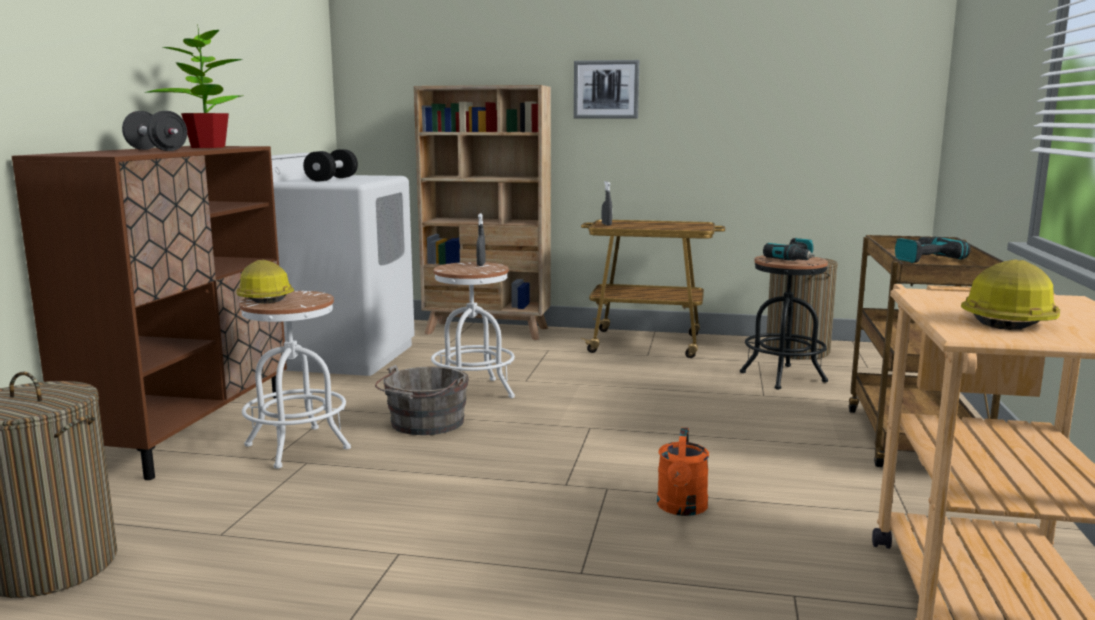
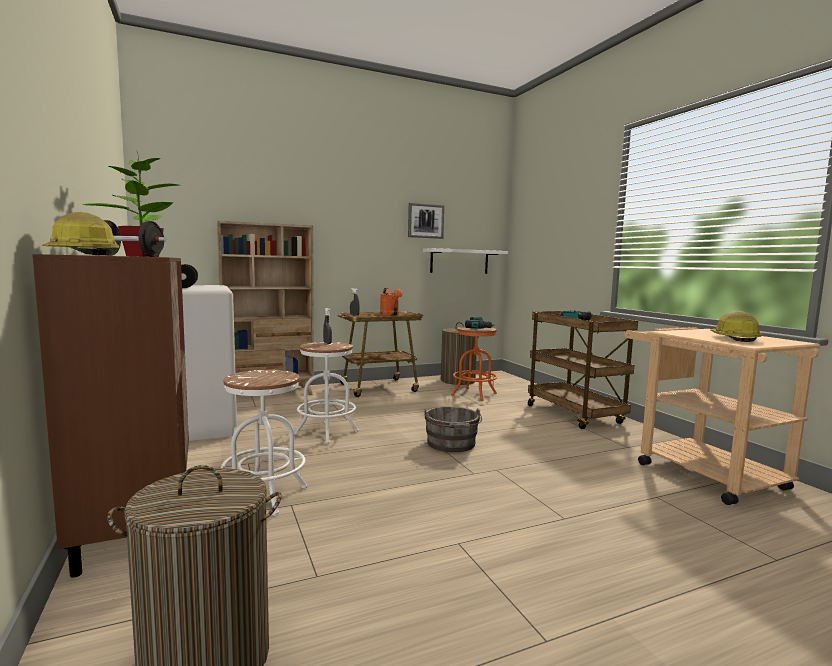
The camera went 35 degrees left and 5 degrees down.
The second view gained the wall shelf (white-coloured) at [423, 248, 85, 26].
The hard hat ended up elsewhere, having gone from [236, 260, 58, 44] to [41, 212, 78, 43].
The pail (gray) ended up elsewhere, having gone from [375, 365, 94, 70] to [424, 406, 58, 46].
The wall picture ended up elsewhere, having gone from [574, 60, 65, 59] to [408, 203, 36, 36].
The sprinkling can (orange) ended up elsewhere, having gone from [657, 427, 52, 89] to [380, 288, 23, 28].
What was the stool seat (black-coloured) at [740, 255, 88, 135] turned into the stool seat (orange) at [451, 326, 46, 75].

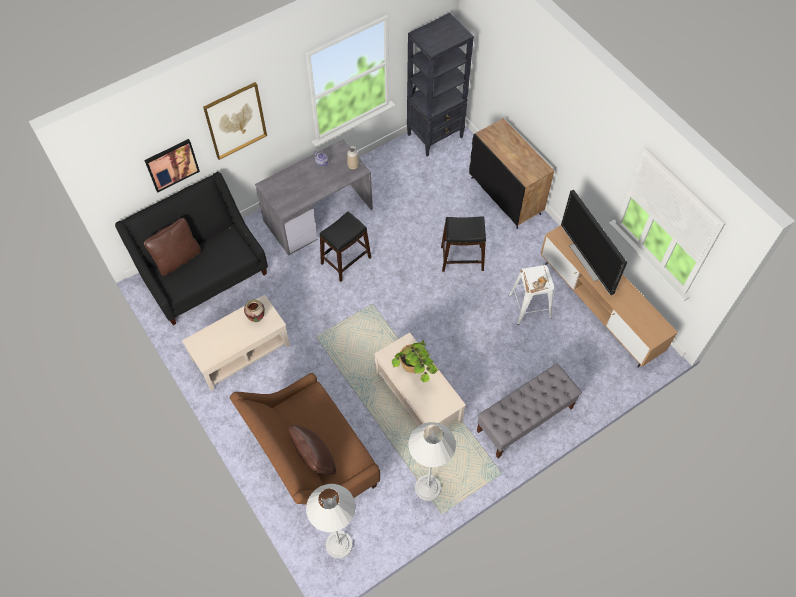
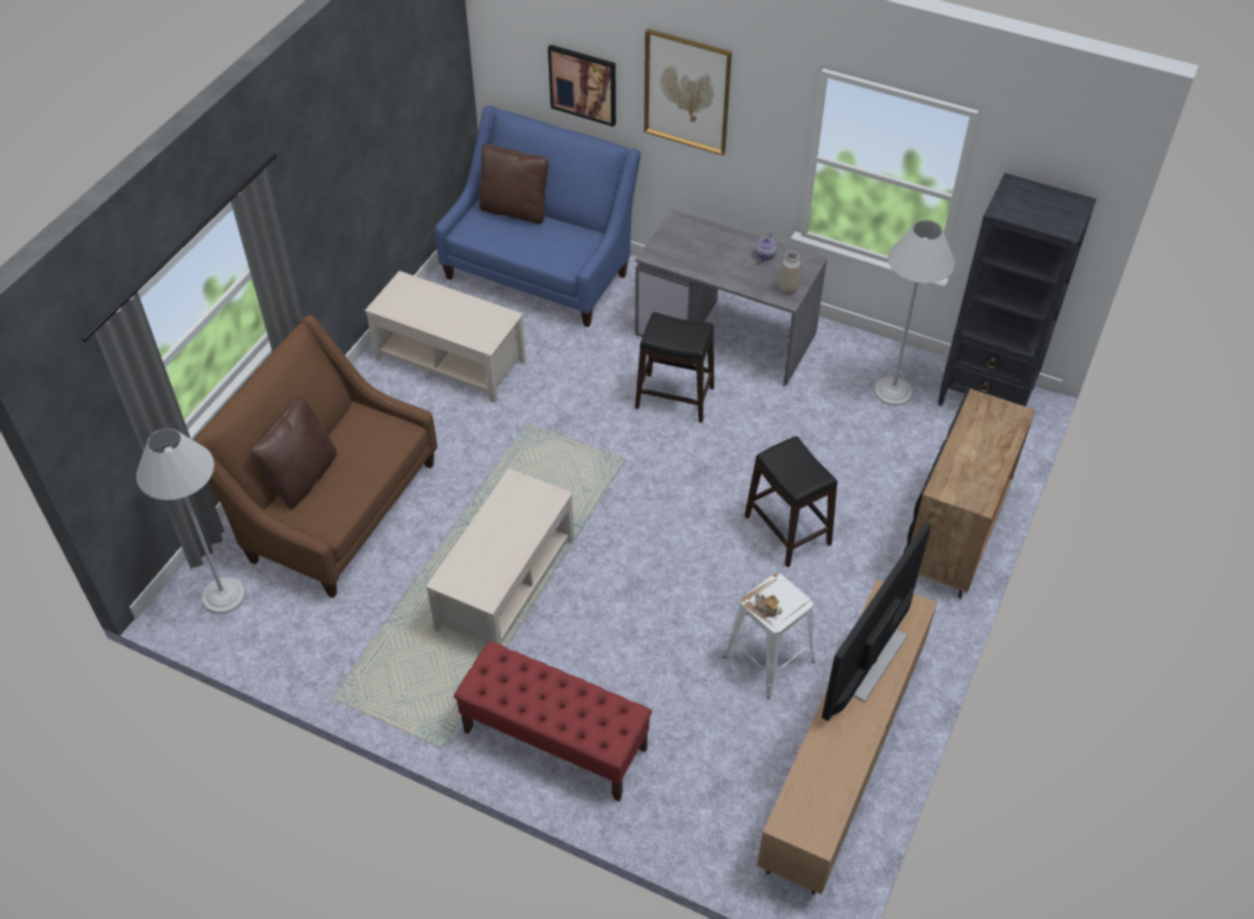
The camera went 60 degrees right and 10 degrees down.
The second view lost the decorative vase at [244, 300, 21, 22].
The second view lost the plant in a pot at [392, 340, 46, 43].
The standard lamp (white-coloured) ended up elsewhere, having gone from [408, 422, 48, 79] to [874, 220, 81, 186].
What was the sofa (black-coloured) at [115, 172, 153, 153] turned into the sofa (blue) at [435, 106, 206, 221].
What was the bench (gray) at [477, 364, 105, 94] turned into the bench (red-coloured) at [454, 641, 198, 161].

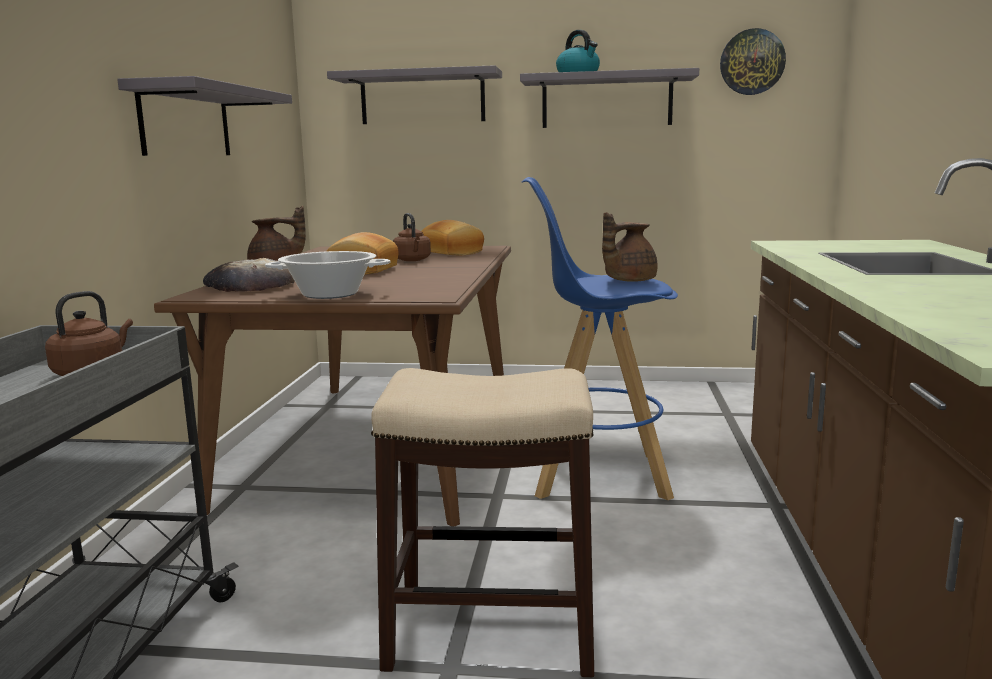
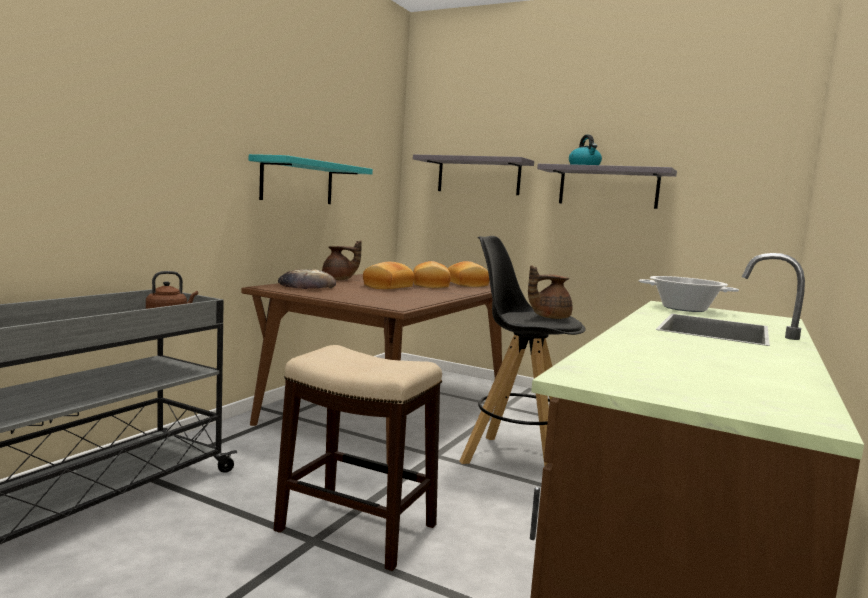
The camera went 20 degrees right and 5 degrees down.
The second view lost the hanging clock at [720, 28, 66, 67].
The stockpot ended up elsewhere, having gone from [265, 251, 125, 48] to [638, 276, 101, 36].
Where the water kettle (brown-coloured) stood at [393, 213, 38, 48], the bakery bread came to stand at [413, 261, 38, 27].
What was the wall shelf (gray) at [117, 76, 175, 80] turned into the wall shelf (turquoise) at [249, 154, 124, 50].
What was the stool seat (blue) at [522, 177, 156, 323] turned into the stool seat (black-coloured) at [459, 236, 127, 230].

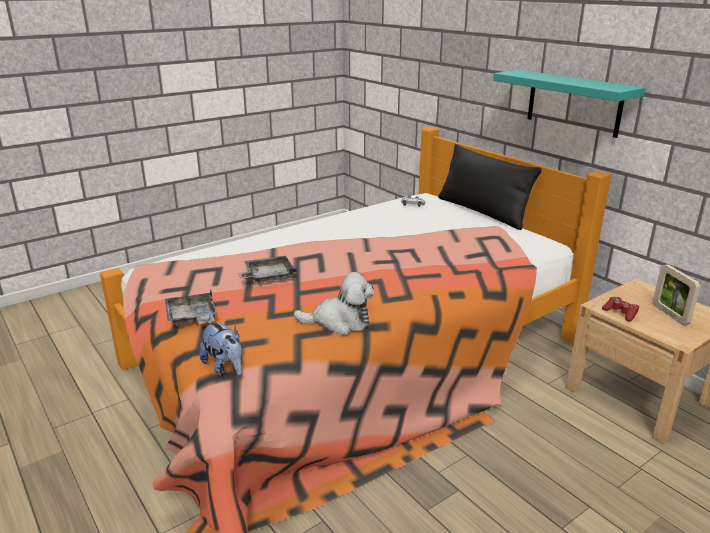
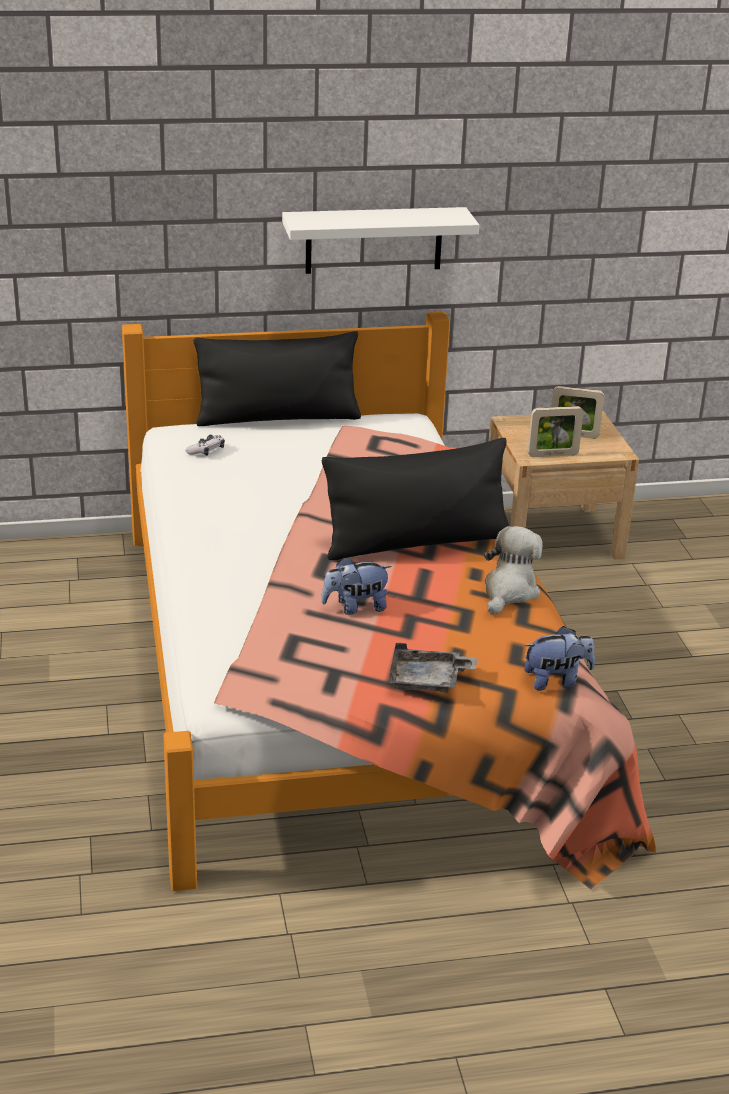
The camera went 65 degrees left and 5 degrees up.
The second view gained the throw pillow (black-coloured) at [322, 438, 187, 122].
Where the carrying tray (gray) stood at [238, 256, 59, 27], the plush toy came to stand at [321, 556, 71, 59].
Where the joypad (red-coloured) stood at [602, 297, 37, 24], the standing frame came to stand at [528, 406, 55, 51].
What was the wall shelf (turquoise) at [493, 70, 153, 68] turned into the wall shelf (white-coloured) at [282, 207, 197, 67].

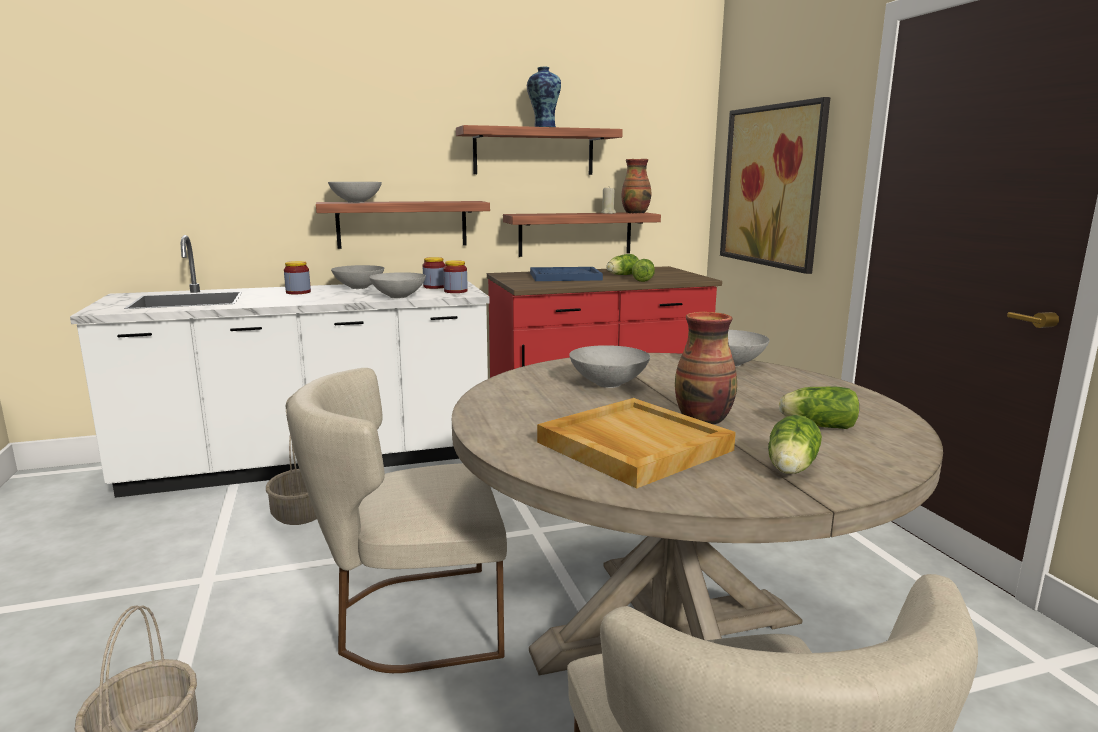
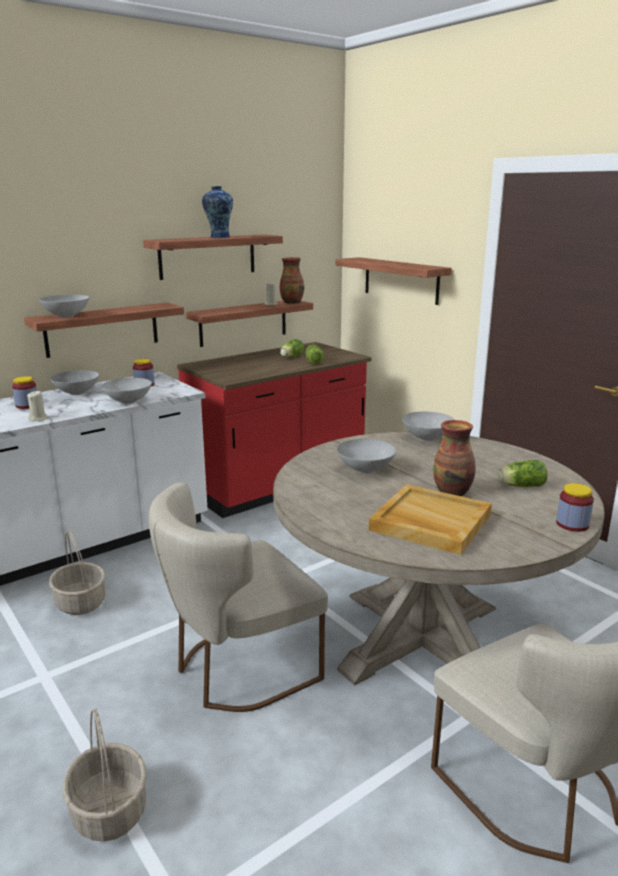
The camera went 20 degrees left and 5 degrees up.
The second view lost the carrying tray (blue) at [530, 267, 73, 14].
The second view lost the lettuce head at [768, 415, 54, 59].
The second view gained the wax light (sand-coloured) at [27, 390, 21, 31].
The jar ended up elsewhere, having gone from [443, 260, 25, 33] to [556, 483, 38, 49].
Where the wall picture hung at [720, 97, 110, 177], the wall shelf came to hang at [336, 257, 116, 48].

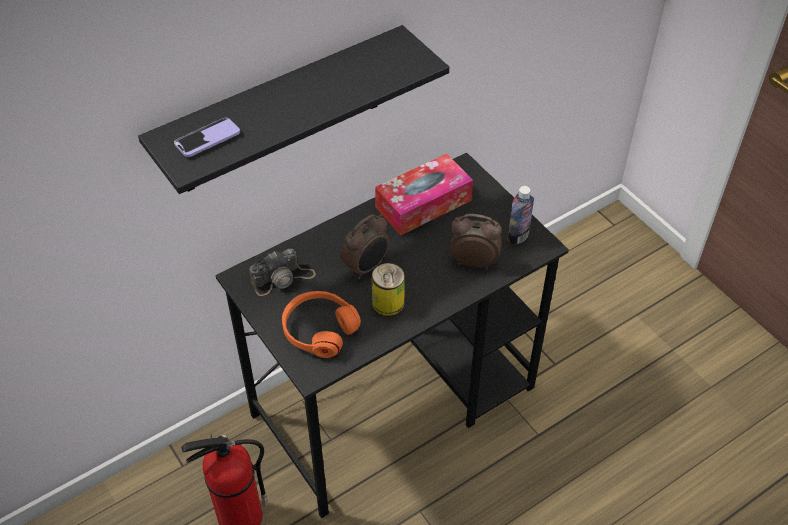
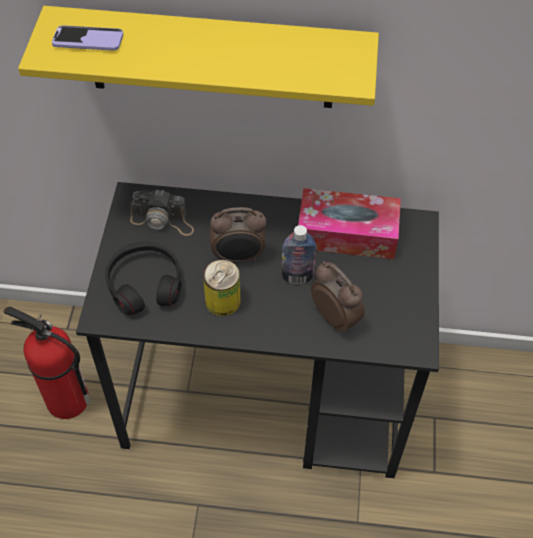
The camera went 40 degrees right and 5 degrees up.
The beverage bottle ended up elsewhere, having gone from [507, 186, 27, 59] to [281, 225, 36, 59].
What was the wall shelf (black-coloured) at [138, 25, 311, 169] turned into the wall shelf (yellowish) at [18, 6, 361, 102].
What was the pair of headphones (orange) at [282, 291, 79, 67] turned into the pair of headphones (black-coloured) at [106, 242, 75, 73].

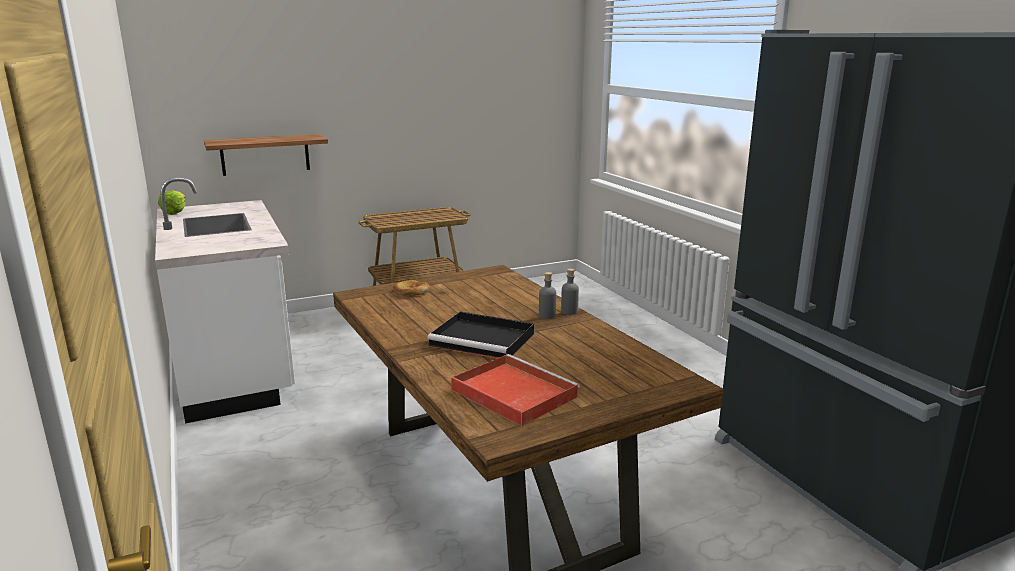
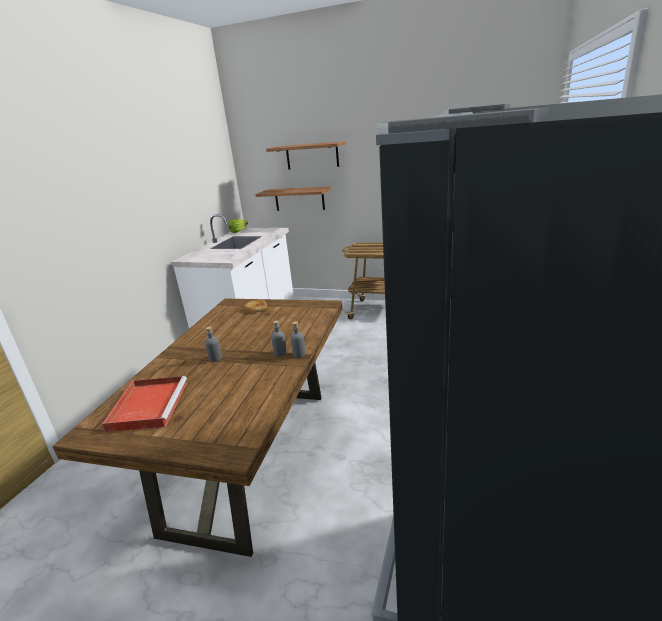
The camera went 45 degrees right and 5 degrees up.
The second view gained the wall shelf at [266, 141, 80, 29].
Where the carrying tray (black-coloured) stood at [428, 311, 106, 48], the beverage bottle (gray) came to stand at [205, 327, 17, 35].

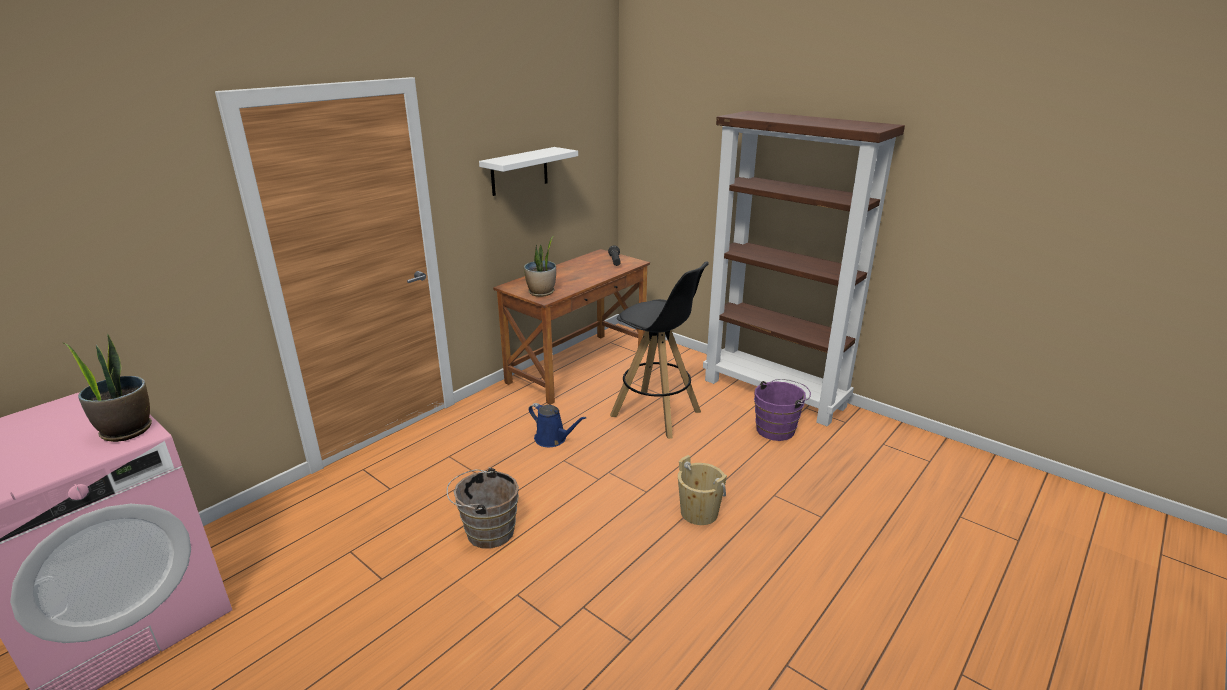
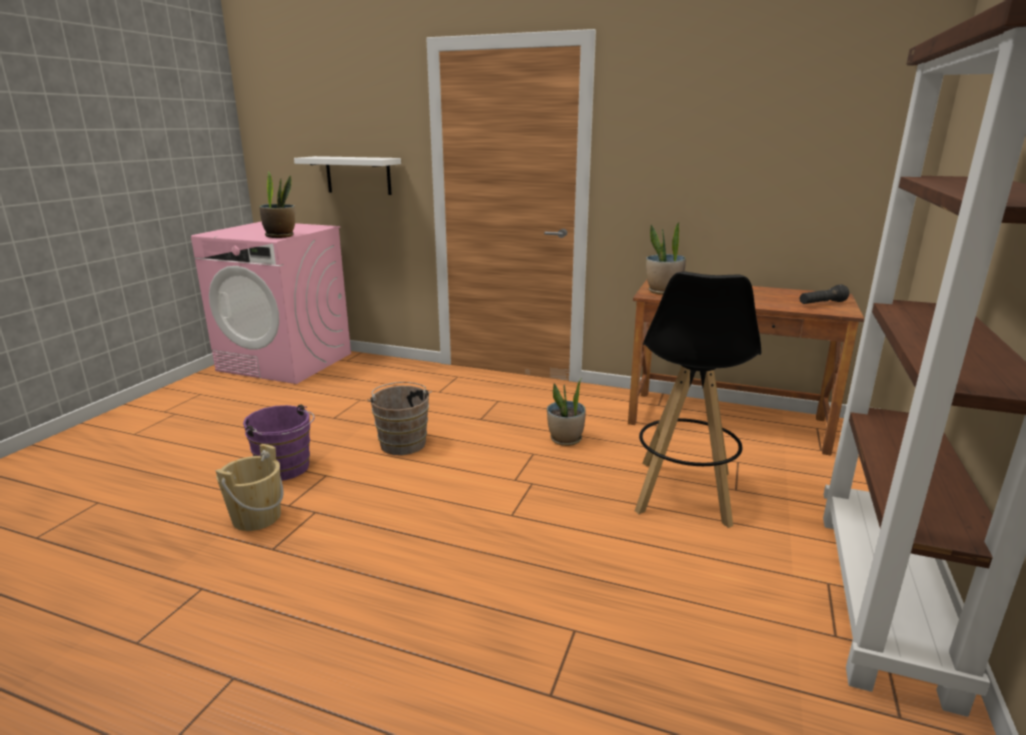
The camera went 70 degrees right and 5 degrees down.
The wall shelf (white-coloured) ended up elsewhere, having gone from [479, 147, 99, 49] to [294, 156, 107, 39].
The pail (sand-coloured) ended up elsewhere, having gone from [678, 455, 49, 70] to [216, 444, 67, 87].
The pail (purplish) ended up elsewhere, having gone from [754, 379, 57, 62] to [243, 404, 72, 77].
Where the sprinkling can (blue) stood at [529, 403, 58, 44], the plant in a pot came to stand at [547, 378, 39, 68].

